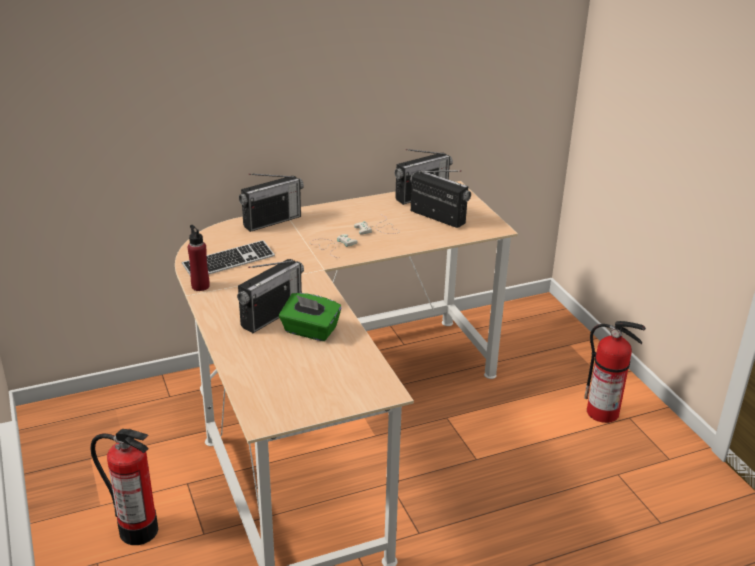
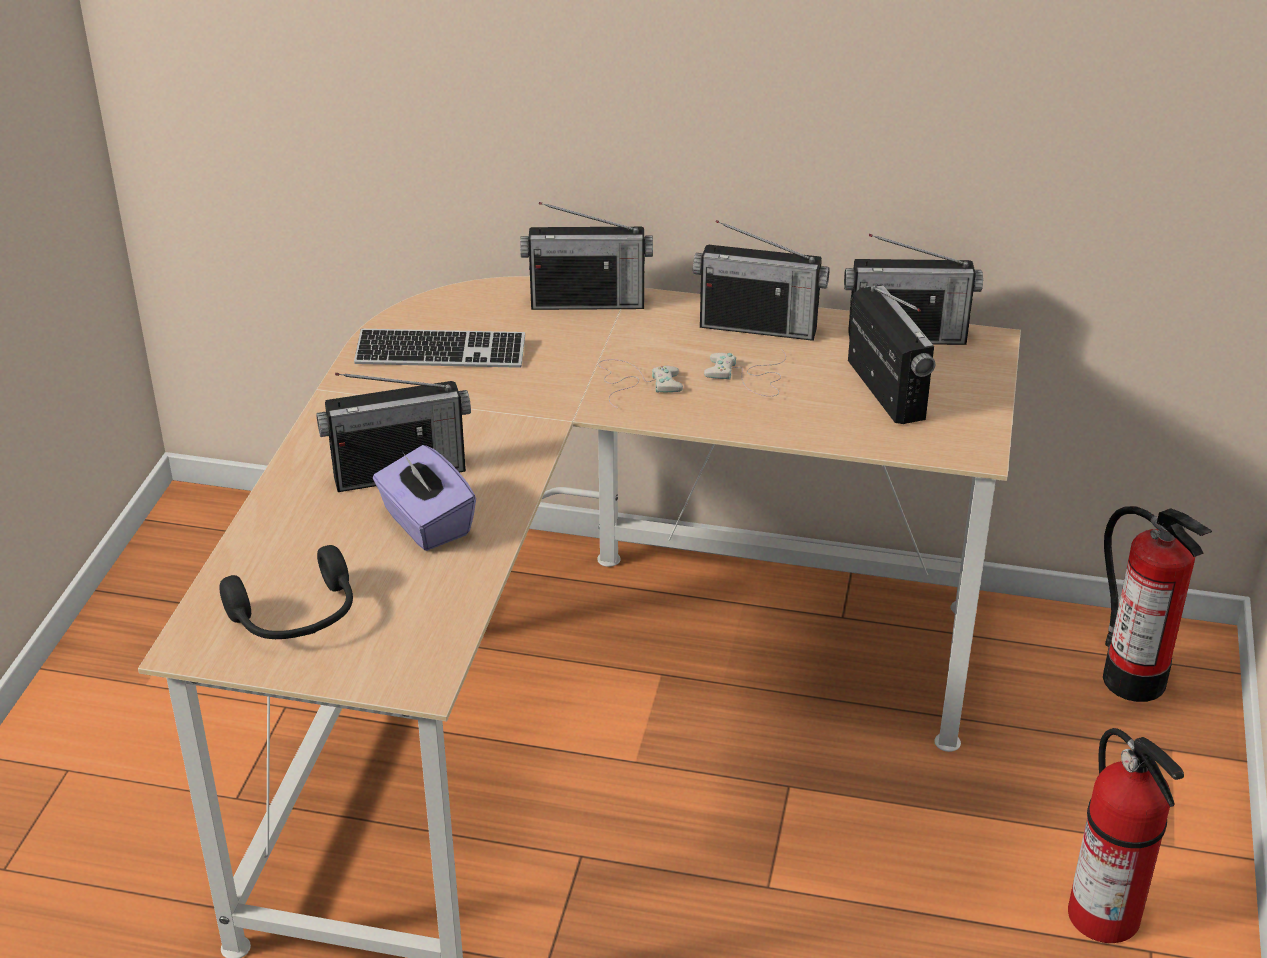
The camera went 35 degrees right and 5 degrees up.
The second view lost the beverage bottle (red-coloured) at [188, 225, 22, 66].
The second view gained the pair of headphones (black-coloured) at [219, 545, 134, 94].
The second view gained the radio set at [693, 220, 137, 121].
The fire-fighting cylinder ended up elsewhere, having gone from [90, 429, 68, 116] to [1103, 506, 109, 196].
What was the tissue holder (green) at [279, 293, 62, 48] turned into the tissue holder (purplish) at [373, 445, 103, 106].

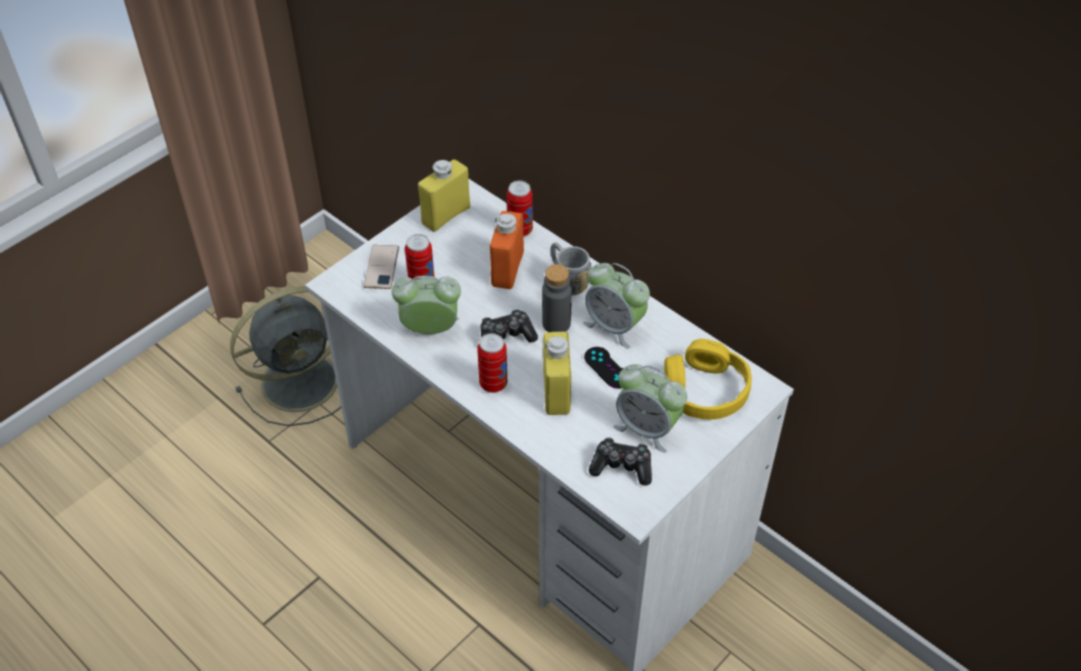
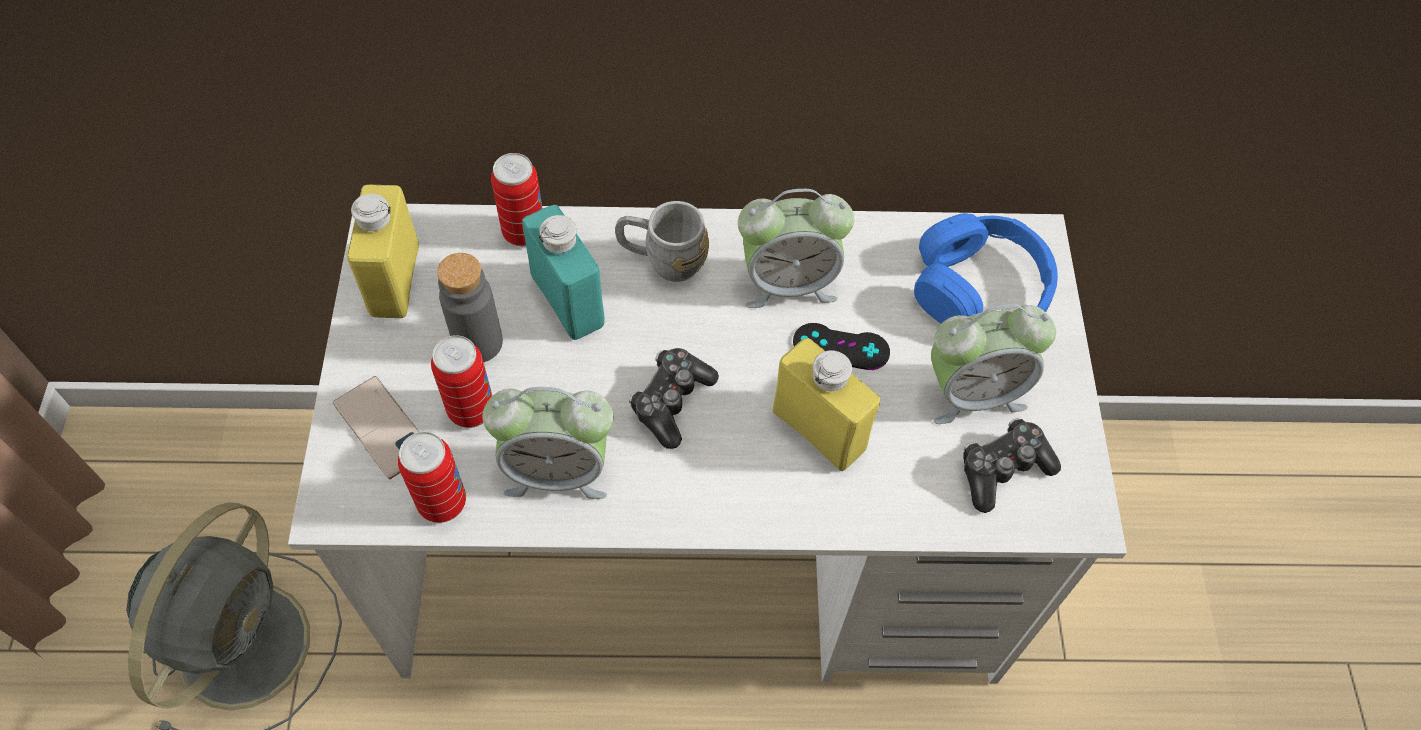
The camera went 45 degrees left and 10 degrees up.
The sealed can ended up elsewhere, having gone from [477, 333, 30, 60] to [398, 432, 68, 91].
The beverage bottle (gray) ended up elsewhere, having gone from [542, 264, 30, 68] to [437, 253, 66, 109].
What was the beverage bottle (orange) at [490, 211, 34, 78] turned into the beverage bottle (turquoise) at [522, 205, 83, 135].
What was the pair of headphones (yellowish) at [664, 339, 88, 81] turned into the pair of headphones (blue) at [914, 213, 144, 111].
The bedside clock at [392, 276, 69, 58] ended up facing another way, 135 degrees counterclockwise from before.

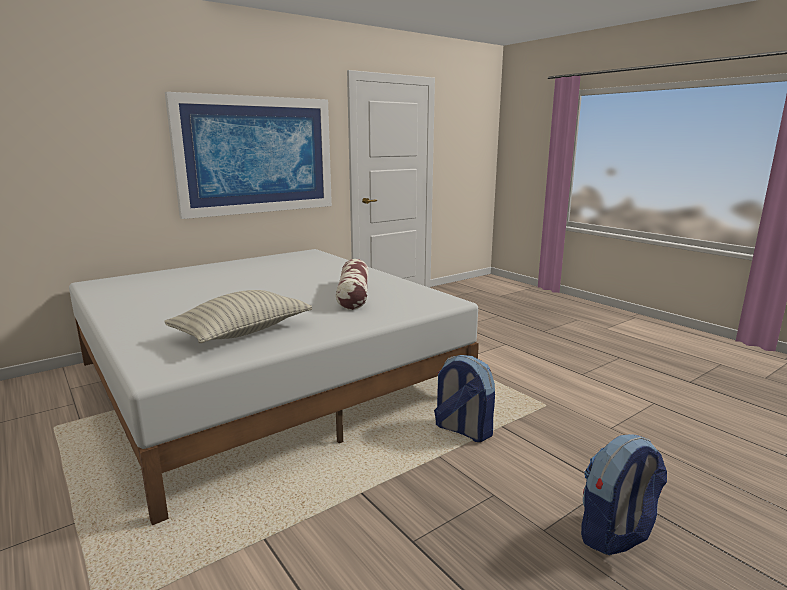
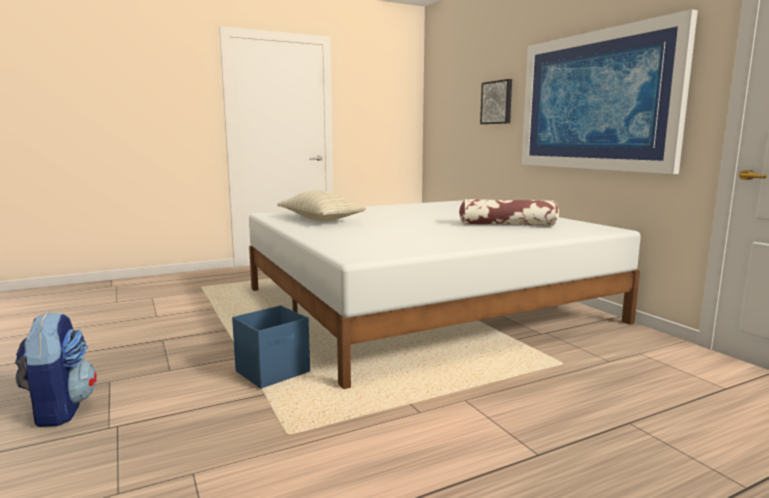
The camera went 100 degrees right and 5 degrees down.
The second view gained the wall picture at [480, 79, 32, 45].
The throw pillow ended up elsewhere, having gone from [336, 259, 33, 51] to [459, 199, 100, 27].
Where the backpack stood at [434, 355, 61, 87], the storage box (blue) came to stand at [232, 305, 78, 84].

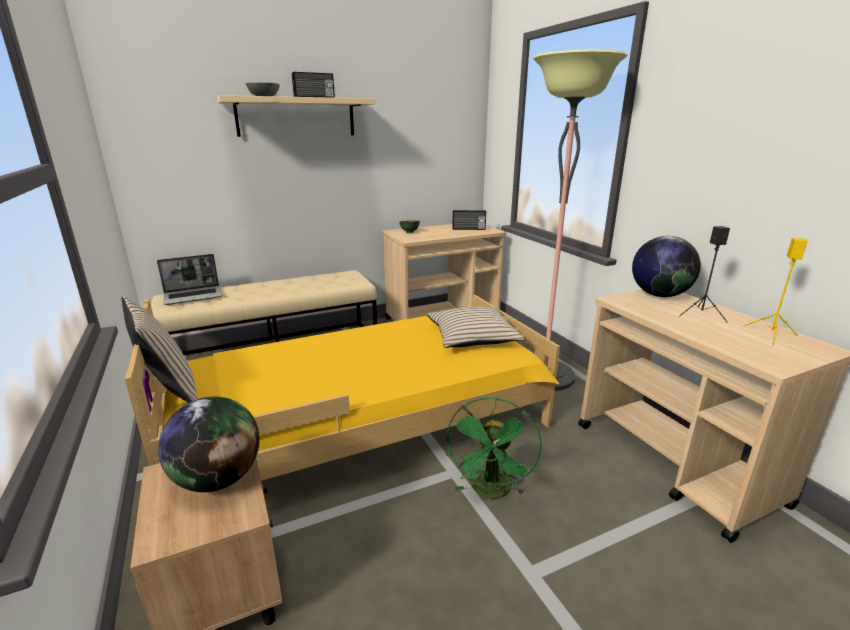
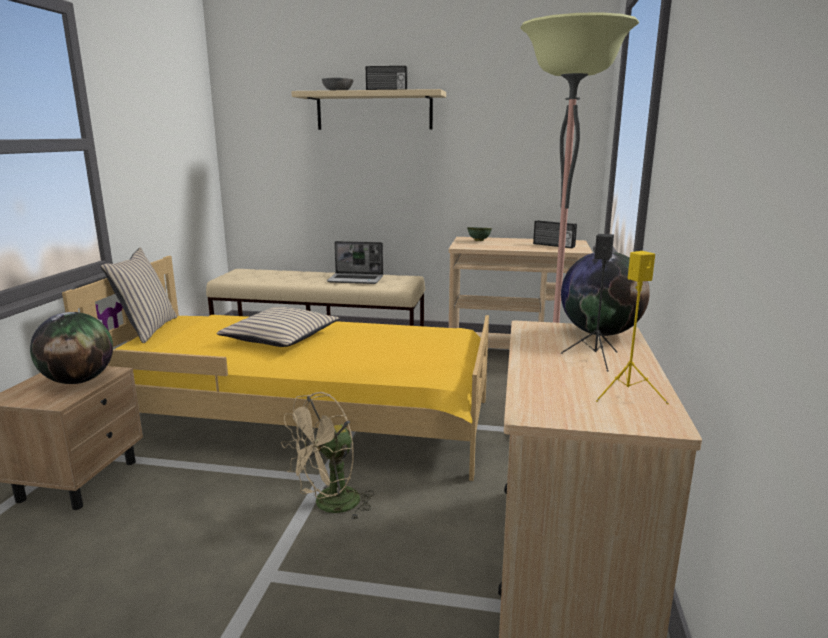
The camera went 35 degrees right and 5 degrees down.
The notebook computer ended up elsewhere, having gone from [157, 254, 65, 51] to [327, 241, 56, 43].
The throw pillow (sand-coloured) ended up elsewhere, having gone from [427, 307, 97, 41] to [217, 307, 123, 40].
What was the fan (green) at [446, 398, 96, 100] turned into the fan (sand-coloured) at [281, 392, 93, 127].

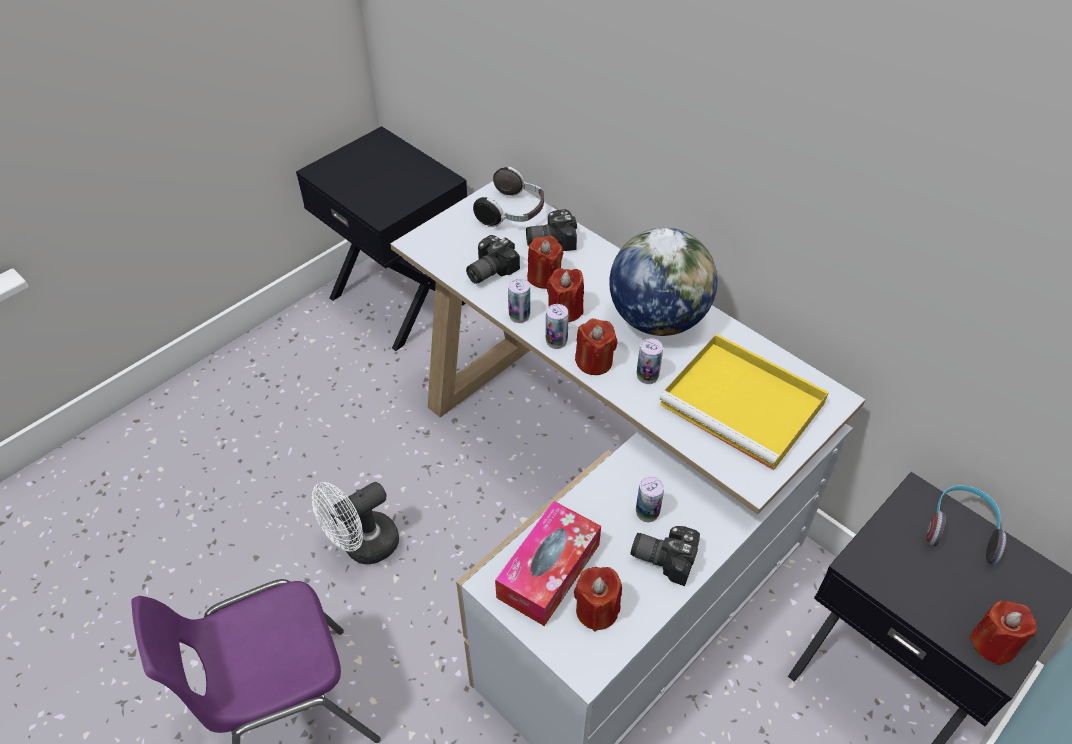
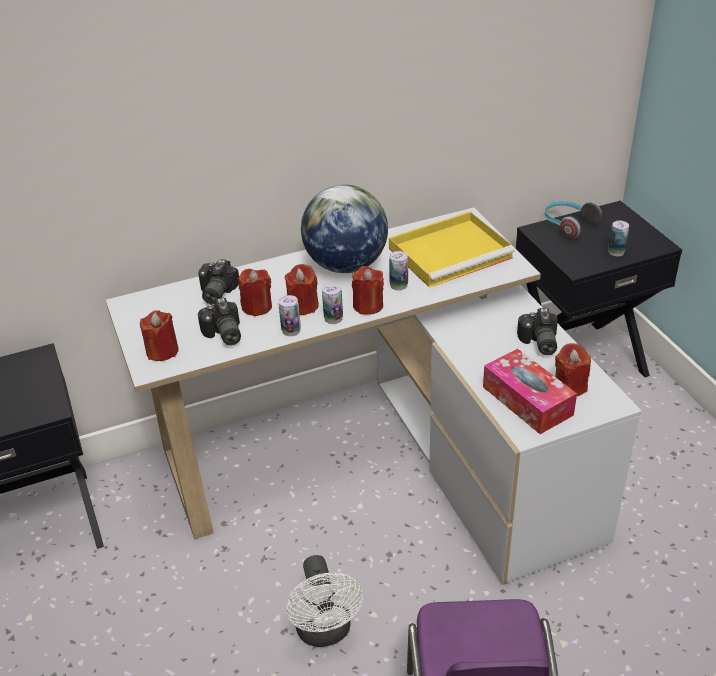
The camera went 65 degrees left and 10 degrees down.
The second view lost the pair of headphones at [473, 167, 71, 60].
The sealed can ended up elsewhere, having gone from [636, 477, 28, 45] to [608, 221, 21, 35].
The wax light (red-coloured) ended up elsewhere, having gone from [969, 601, 68, 64] to [140, 310, 39, 51].
The still camera at [630, 526, 70, 60] ended up facing another way, 45 degrees counterclockwise from before.

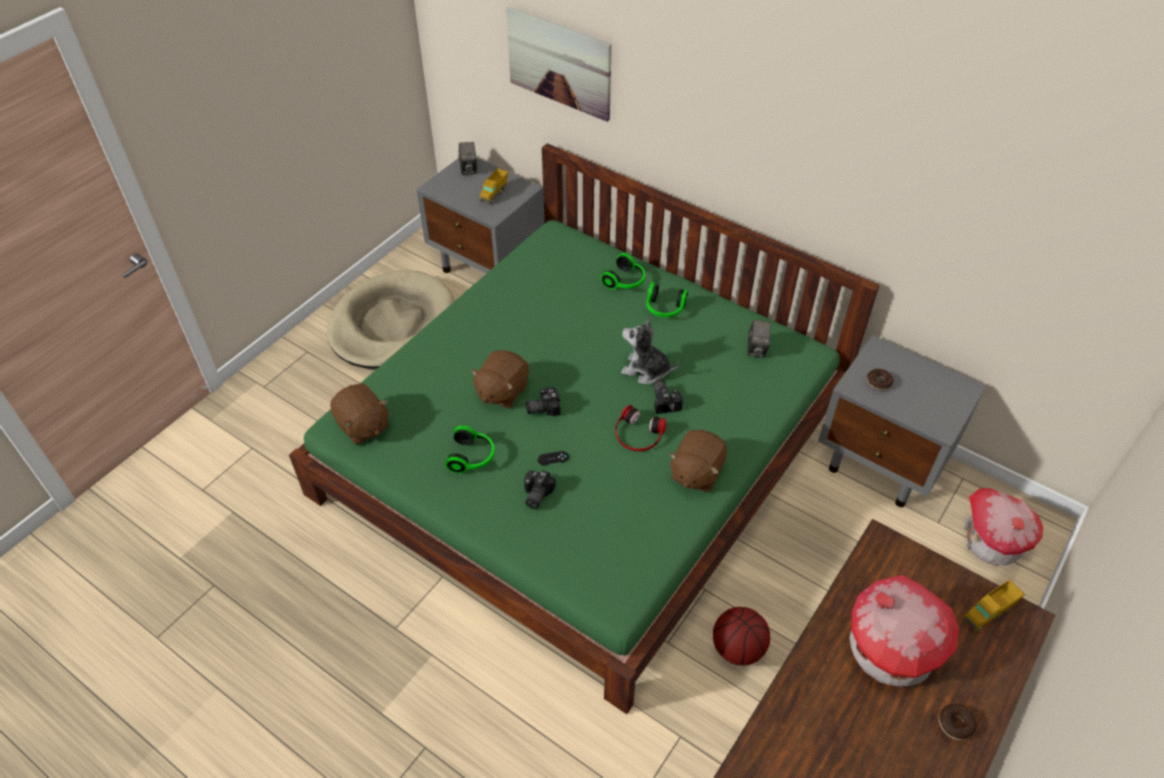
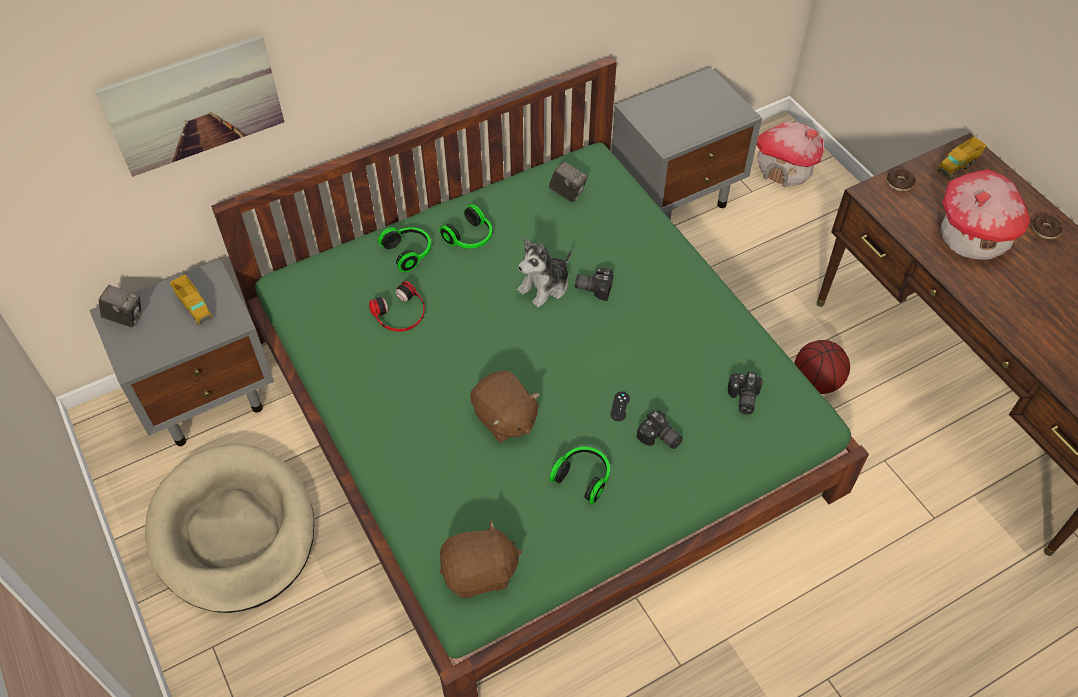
The camera went 65 degrees left and 5 degrees up.
The second view lost the plush toy (brown-coloured) at [669, 430, 58, 62].
The still camera ended up elsewhere, having gone from [526, 387, 35, 29] to [728, 372, 34, 42].
The pair of headphones ended up elsewhere, having gone from [615, 405, 51, 46] to [369, 281, 56, 50].
The doughnut ended up elsewhere, having gone from [867, 369, 27, 21] to [887, 168, 29, 23].
The toy lorry at [963, 580, 62, 52] ended up facing another way, 60 degrees clockwise from before.

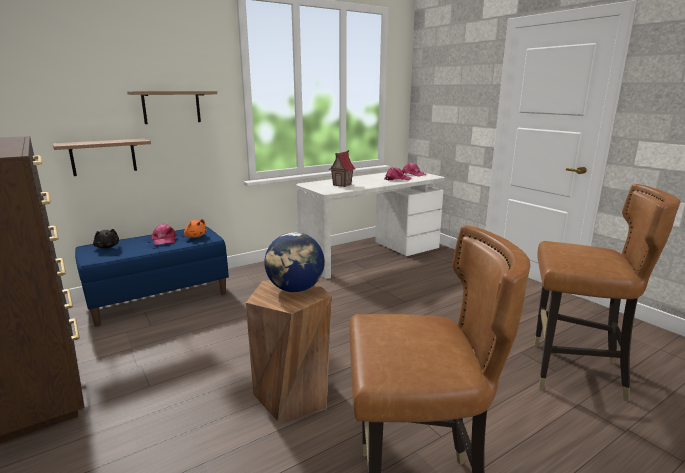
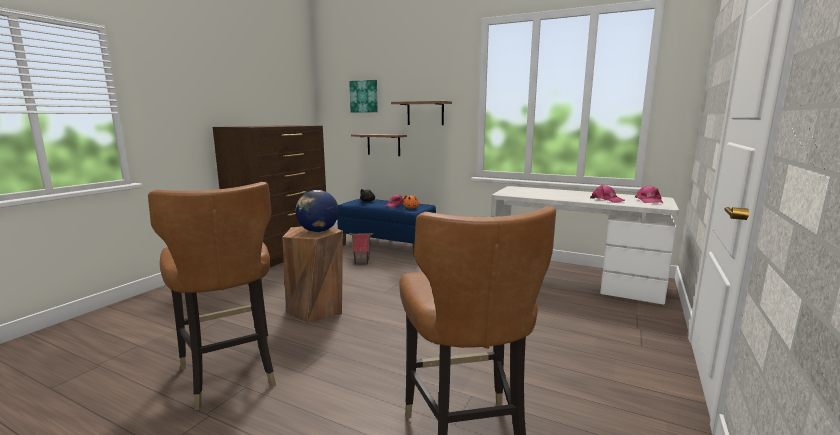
The camera went 60 degrees right and 5 degrees down.
The second view gained the wall picture at [349, 80, 29, 33].
The model house ended up elsewhere, having gone from [329, 150, 27, 37] to [349, 233, 25, 31].

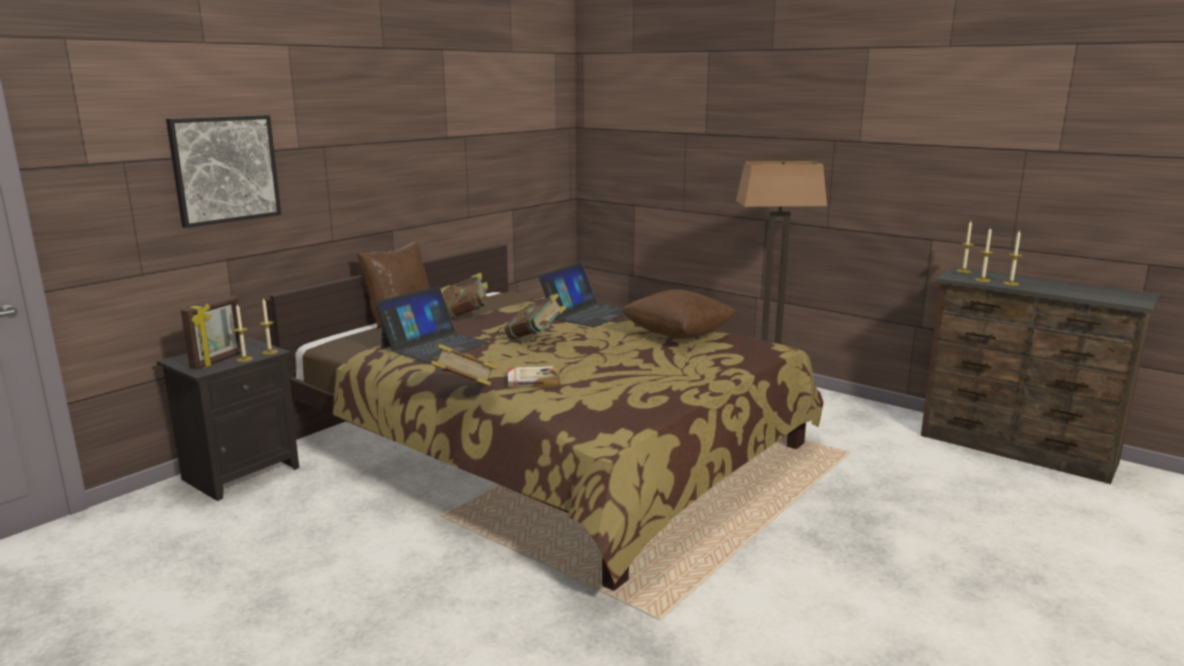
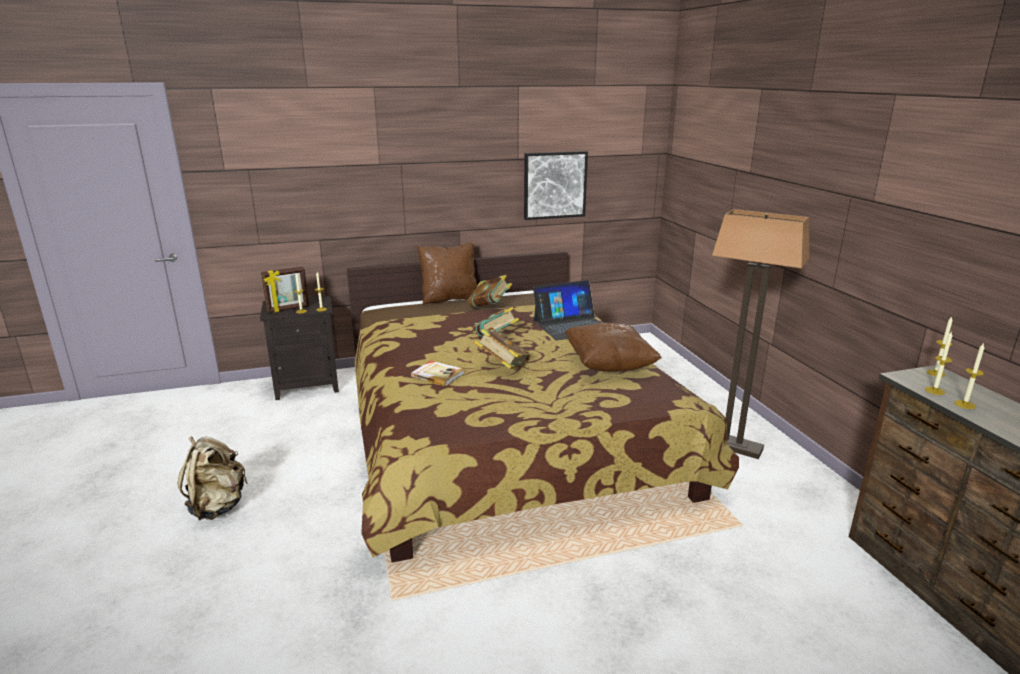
The camera went 35 degrees right and 5 degrees up.
The second view lost the notebook computer at [375, 286, 115, 77].
The second view gained the backpack (sand-coloured) at [178, 436, 70, 84].
The wall picture ended up elsewhere, having gone from [166, 115, 115, 113] to [524, 151, 64, 69].
The bound book ended up elsewhere, having gone from [429, 344, 69, 42] to [474, 329, 57, 40].

